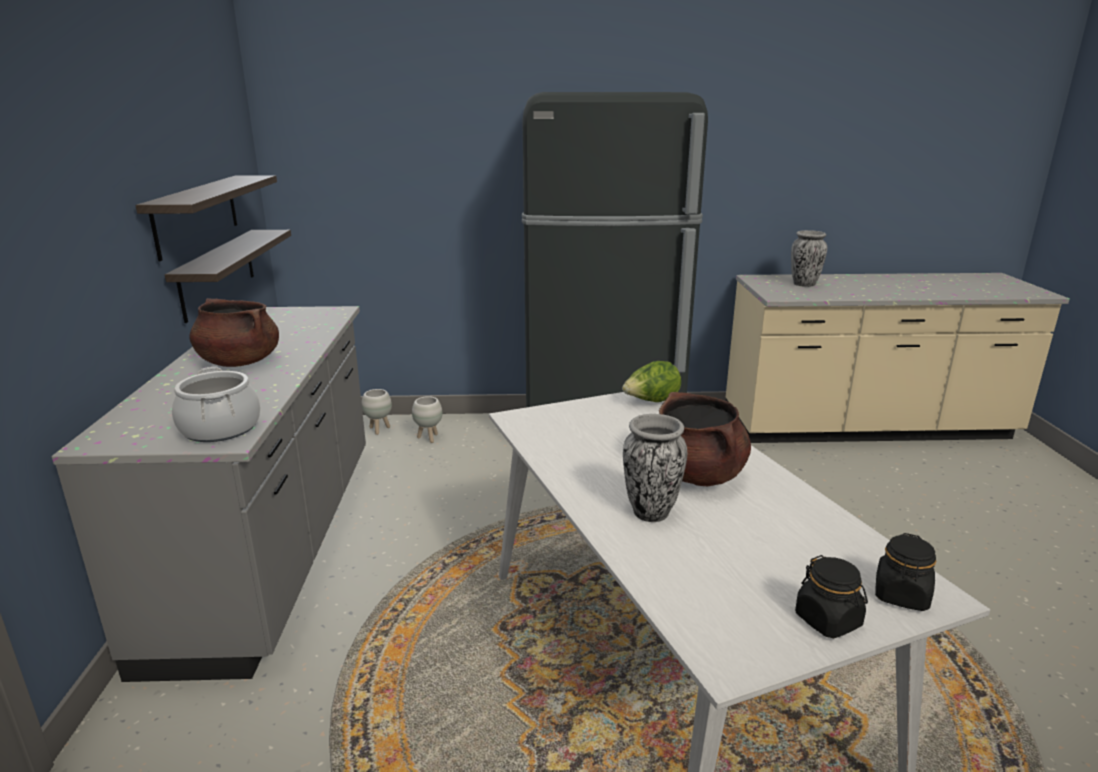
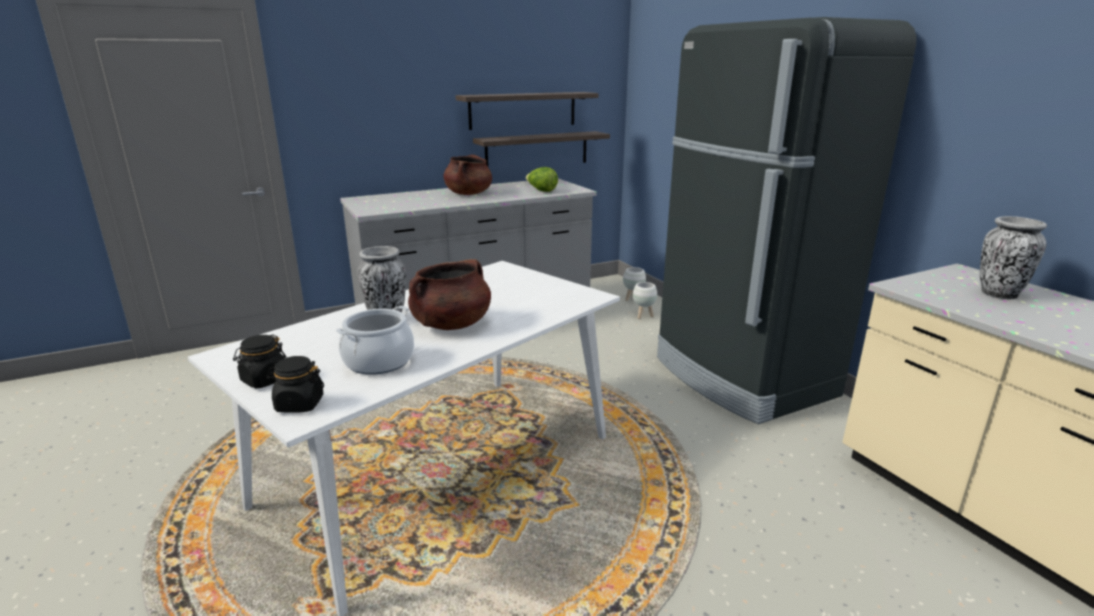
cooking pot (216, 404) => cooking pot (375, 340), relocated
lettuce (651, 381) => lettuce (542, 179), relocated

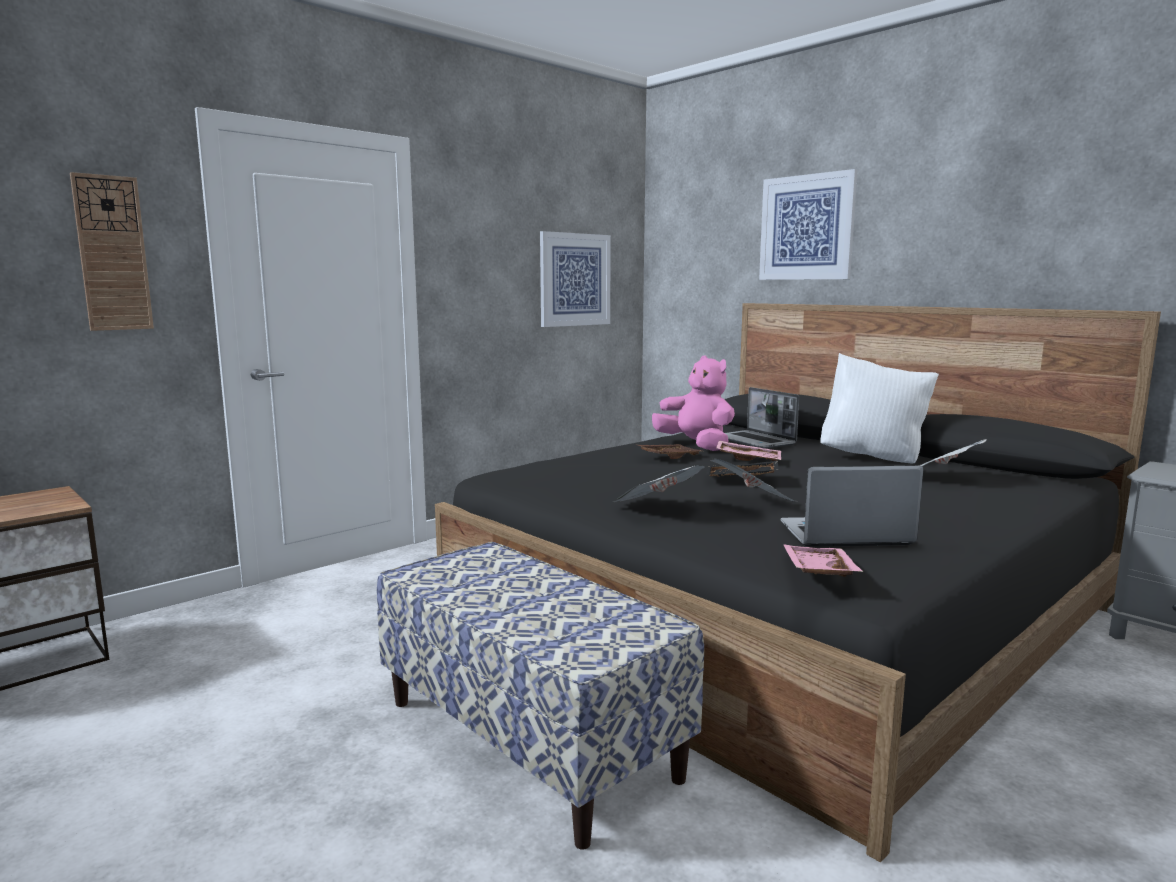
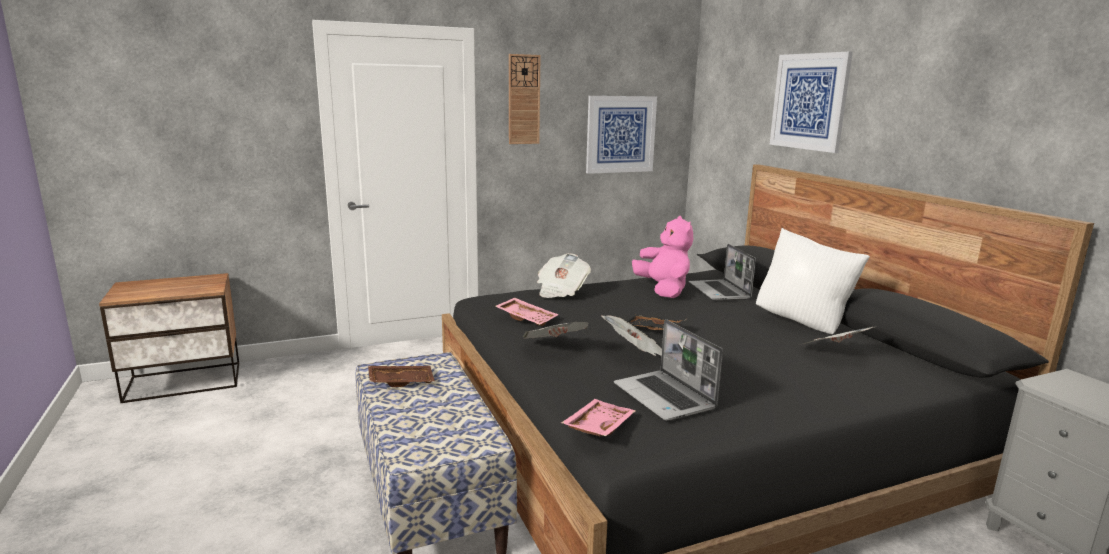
brown tray (670, 451) => brown tray (401, 376), relocated
pink tray (748, 451) => pink tray (527, 312), relocated
wall clock (112, 251) => wall clock (524, 99), relocated
nothing => newspaper (564, 275)
laptop (852, 506) => laptop (668, 369), 135 degrees counterclockwise

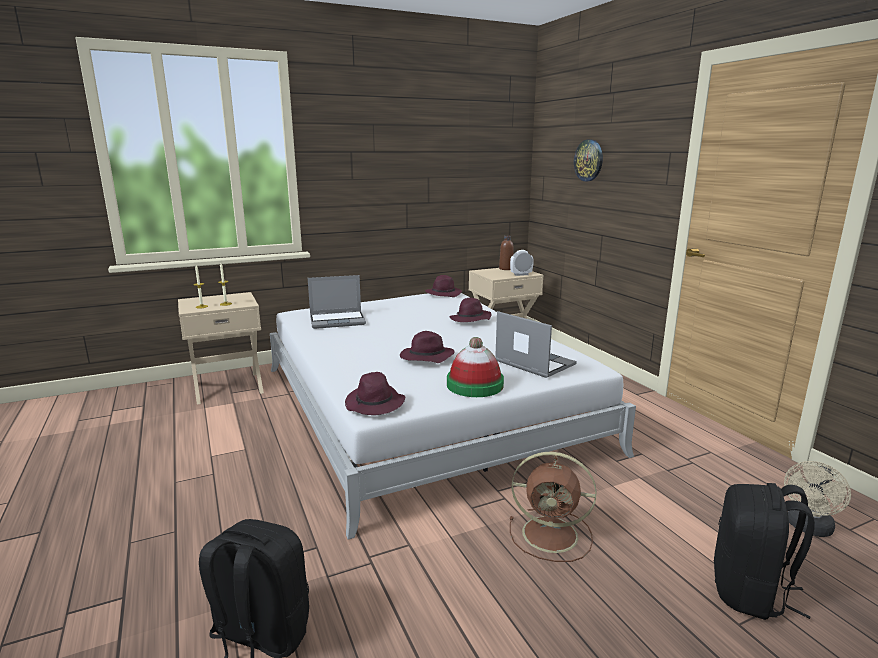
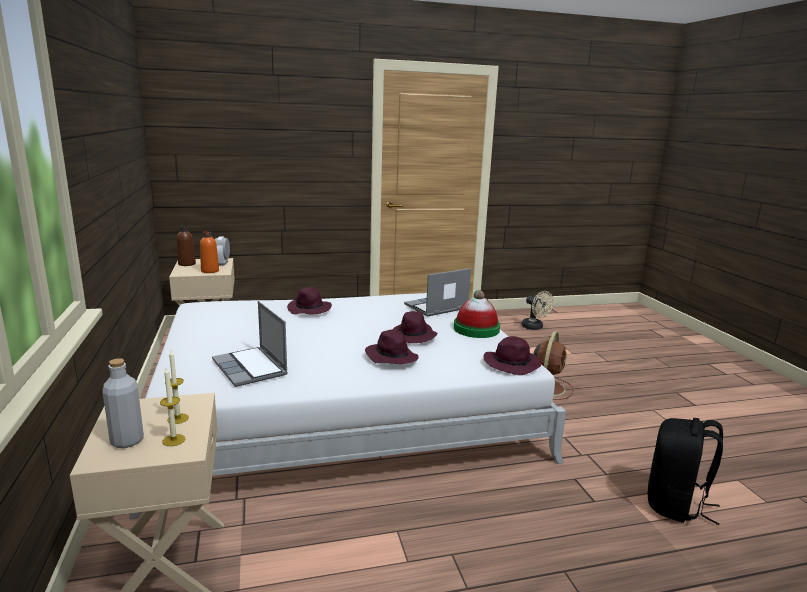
nothing => grey bottle (123, 403)
nothing => orange bottle (209, 252)
laptop (337, 302) => laptop (250, 344), 150 degrees clockwise
purple hat (443, 286) => purple hat (391, 346), relocated
wall clock (588, 160) => nothing
black backpack (764, 551) => nothing

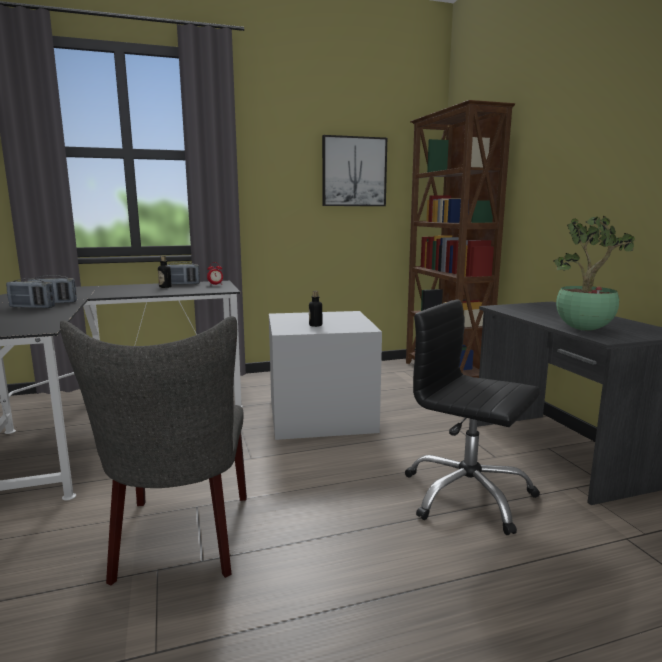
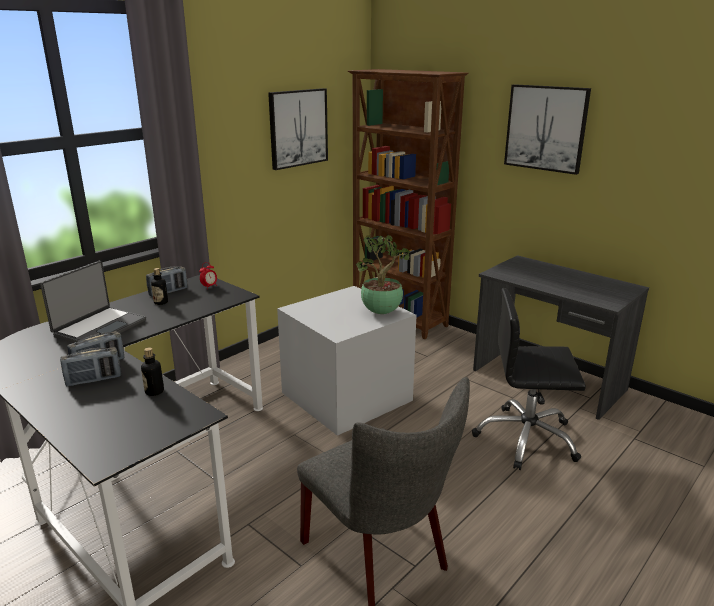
nothing => laptop (93, 302)
bottle (315, 309) => bottle (152, 371), relocated
potted plant (594, 273) => potted plant (383, 274), relocated
nothing => picture (547, 129)

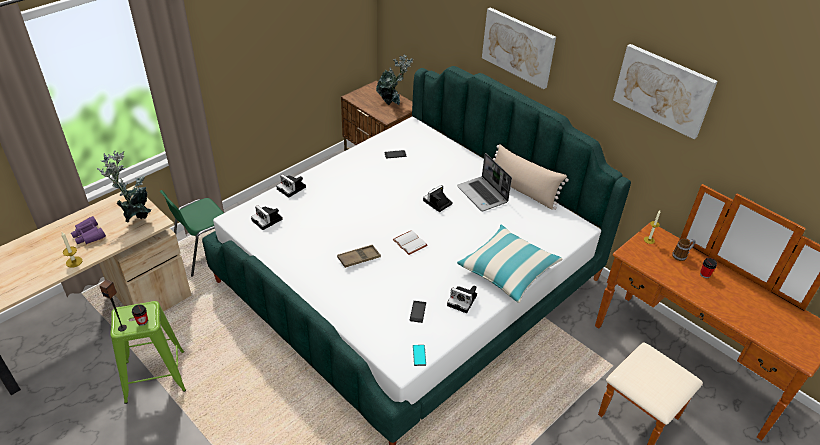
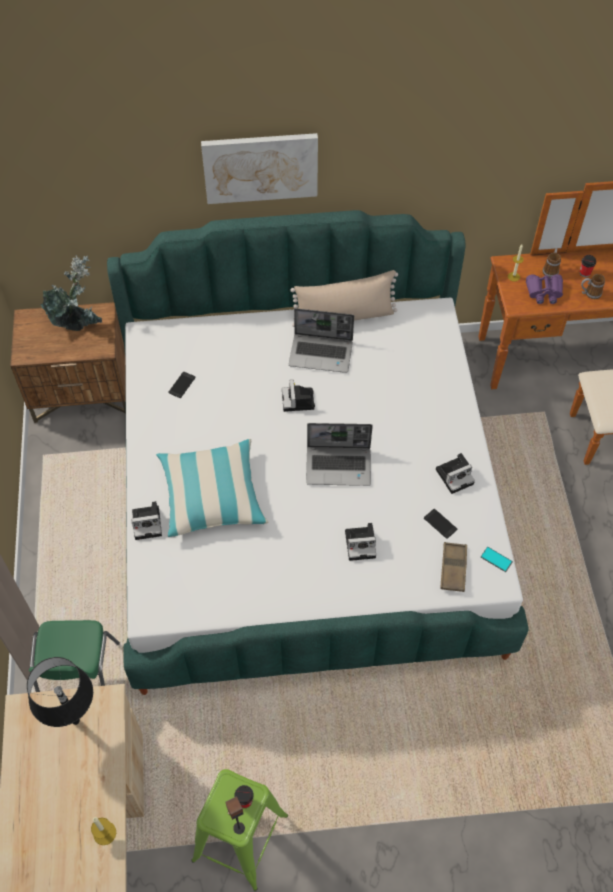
potted plant (124, 186) => black table lamp (60, 692)
pillow (509, 264) => pillow (212, 488), relocated
white book (410, 242) => laptop (339, 454)
photo camera (267, 217) => photo camera (360, 542), relocated
brown tray (359, 256) => brown tray (453, 567), relocated
purple binoculars (88, 230) => purple binoculars (544, 289), relocated
nothing => mug (593, 286)
picture (665, 91) => nothing

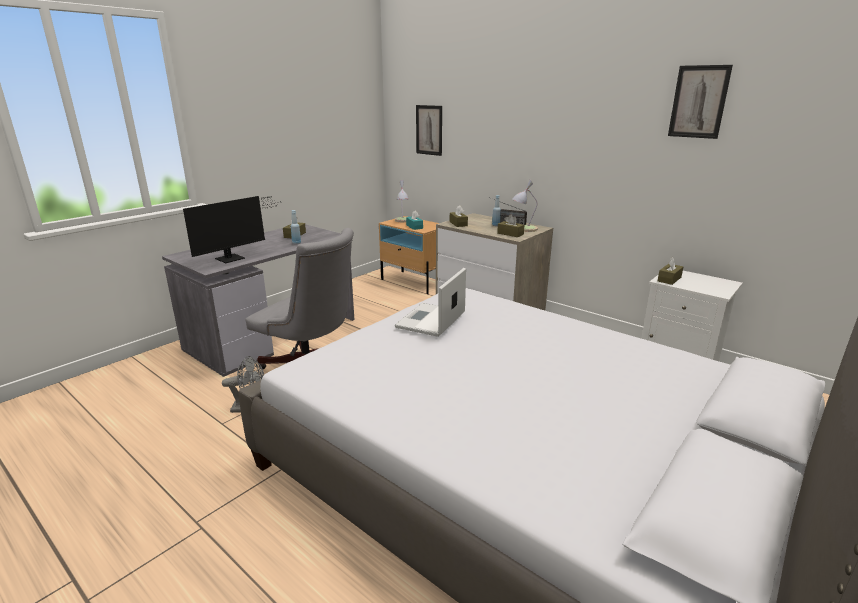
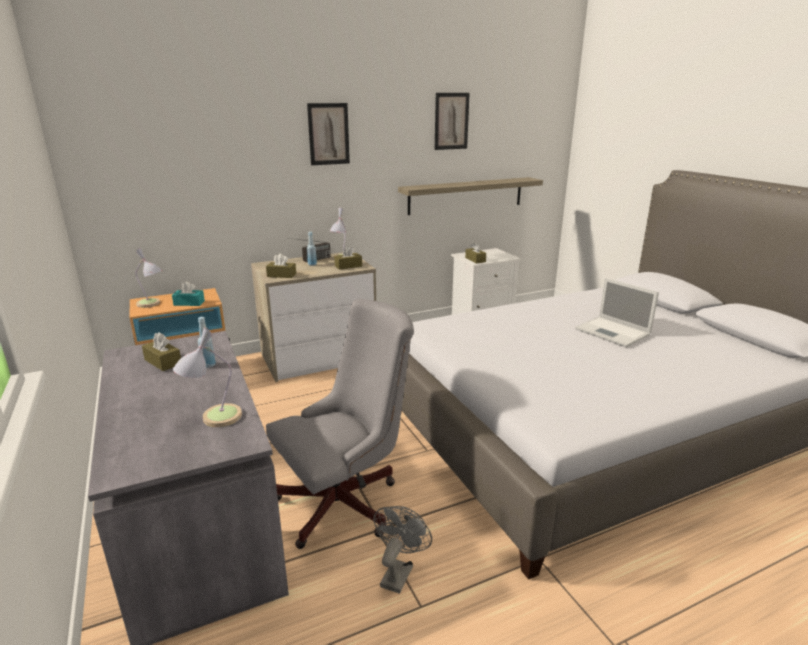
monitor (230, 229) => table lamp (207, 377)
picture (429, 130) => picture (328, 134), relocated
nothing => shelf (470, 196)
laptop (430, 302) => laptop (617, 312), relocated

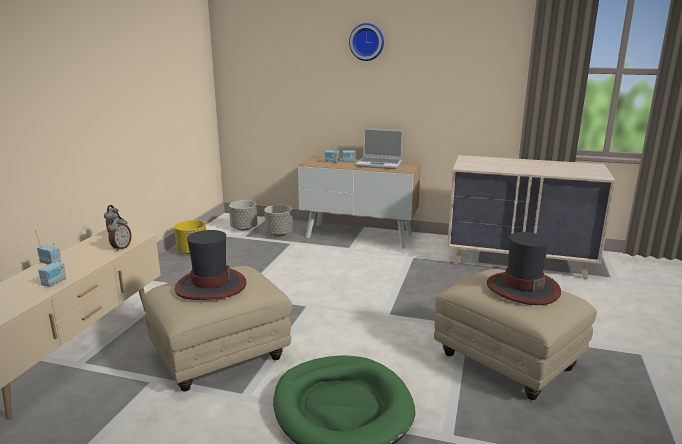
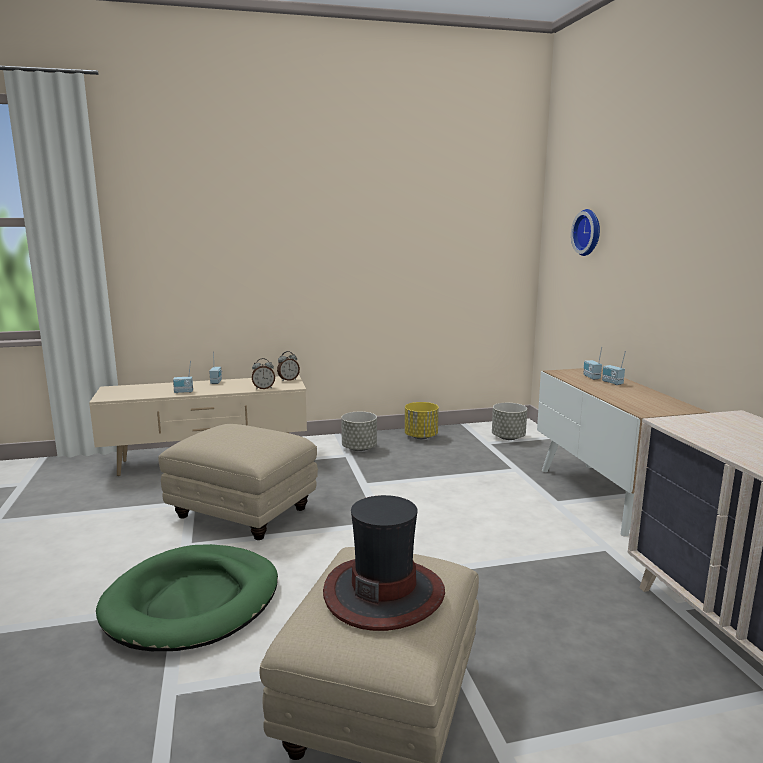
grey planter (278, 220) => grey planter (359, 431), relocated
wall clock (366, 42) => wall clock (585, 232), relocated
hat (211, 265) => nothing
laptop (379, 148) => nothing

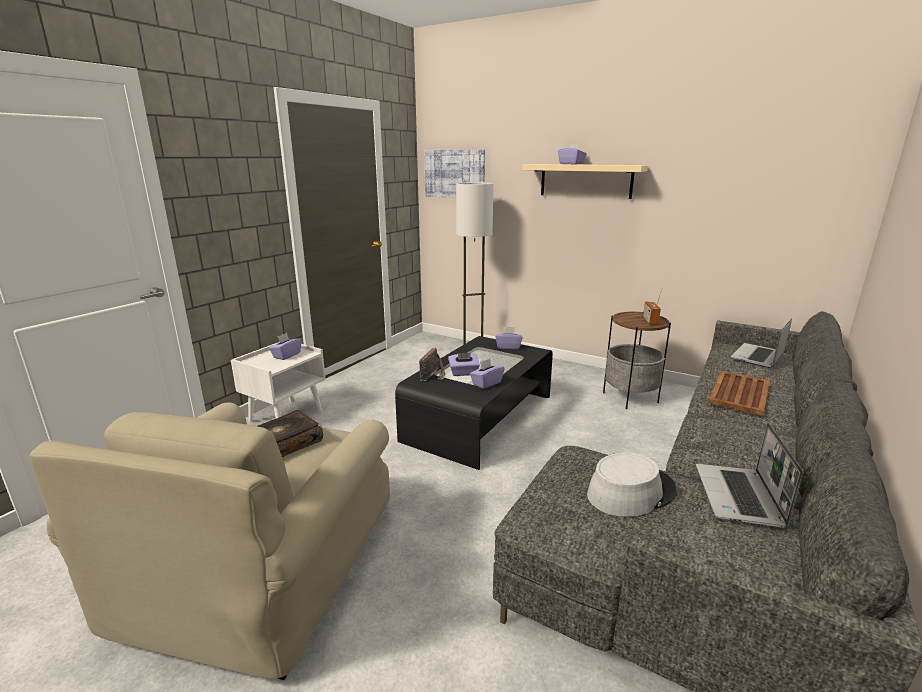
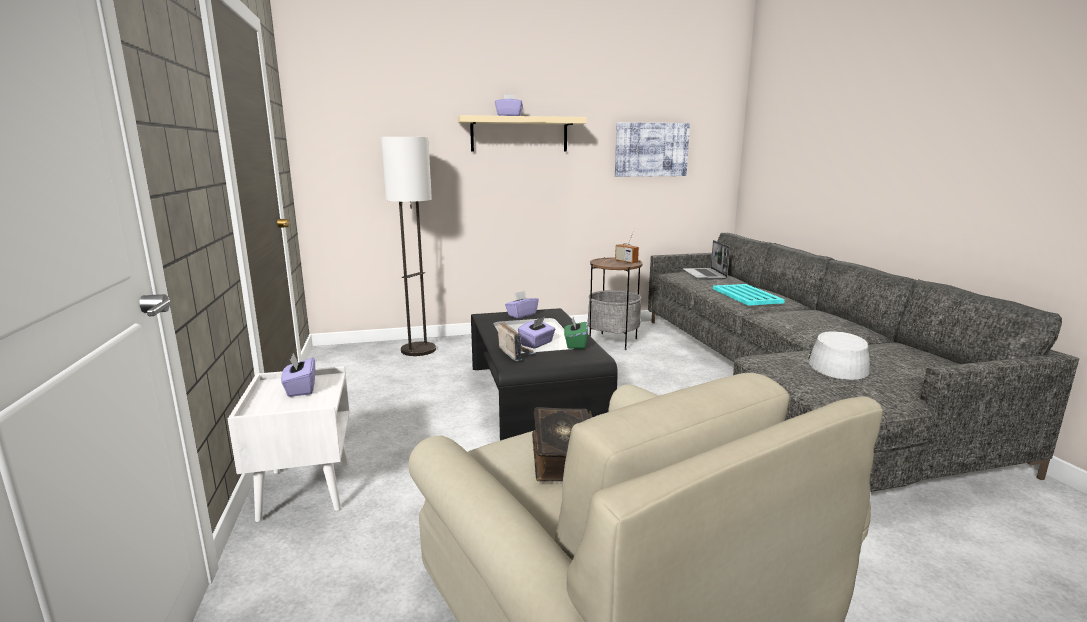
purple tissue box (487, 374) => green tissue box (576, 333)
picture (454, 174) => picture (652, 149), relocated
brown tray (739, 393) => turquoise tray (749, 295)
laptop (749, 475) => nothing

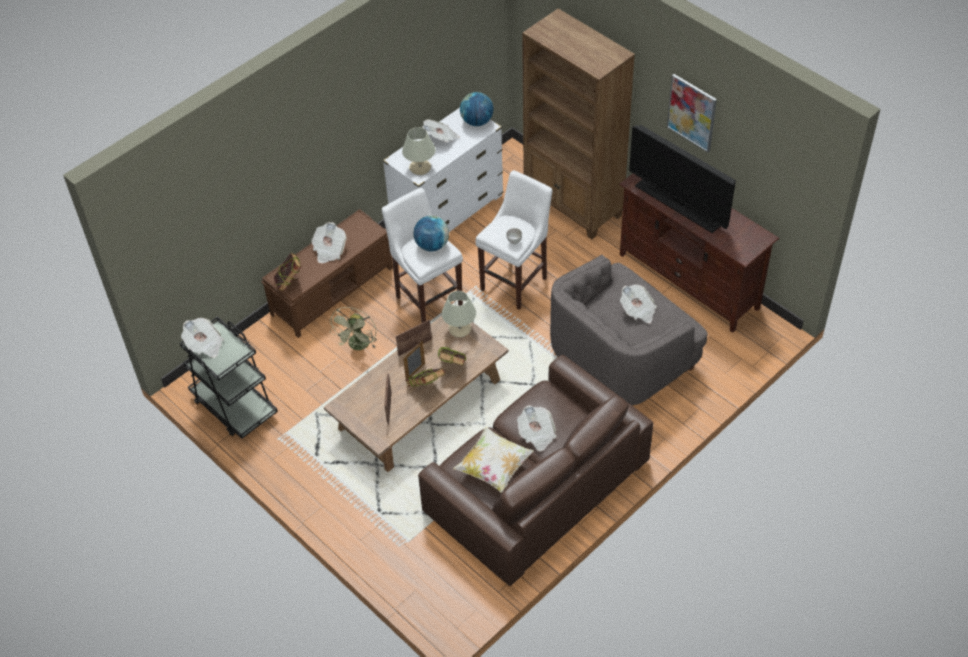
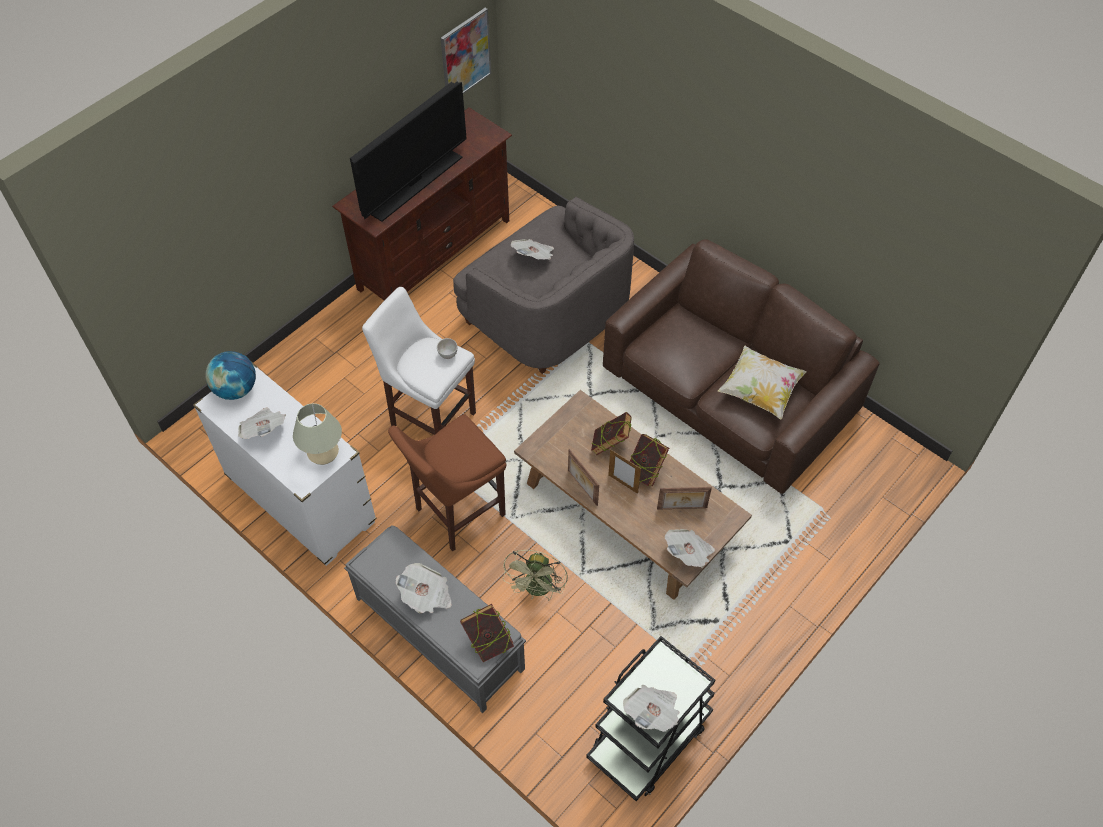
brown bench (327, 273) => grey bench (435, 619)
white stool (422, 255) => brown stool (447, 482)
picture (692, 113) => picture (466, 51), relocated
green fan (353, 328) => green fan (535, 575), 90 degrees clockwise
newspaper (537, 428) => newspaper (690, 548), relocated
globe (431, 233) => nothing
beige table lamp (459, 314) => nothing
brown bookcase (578, 123) => nothing

